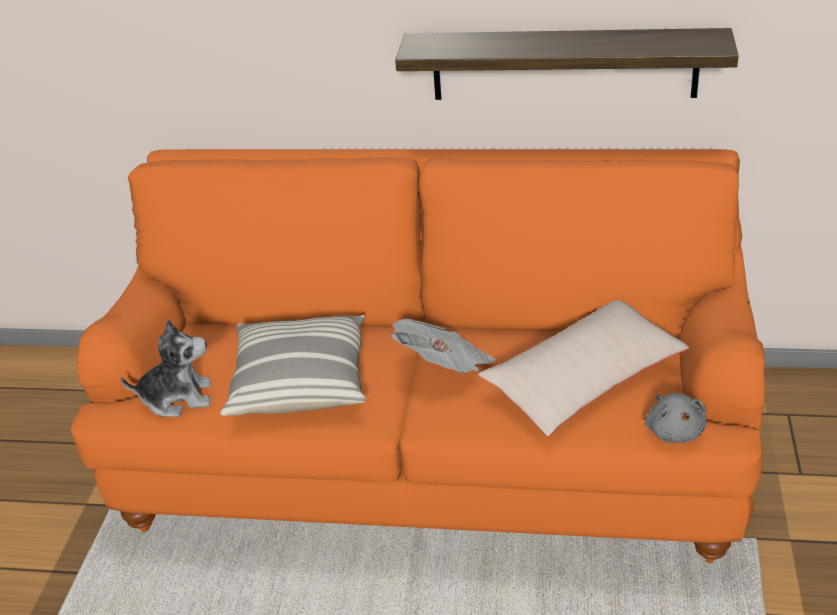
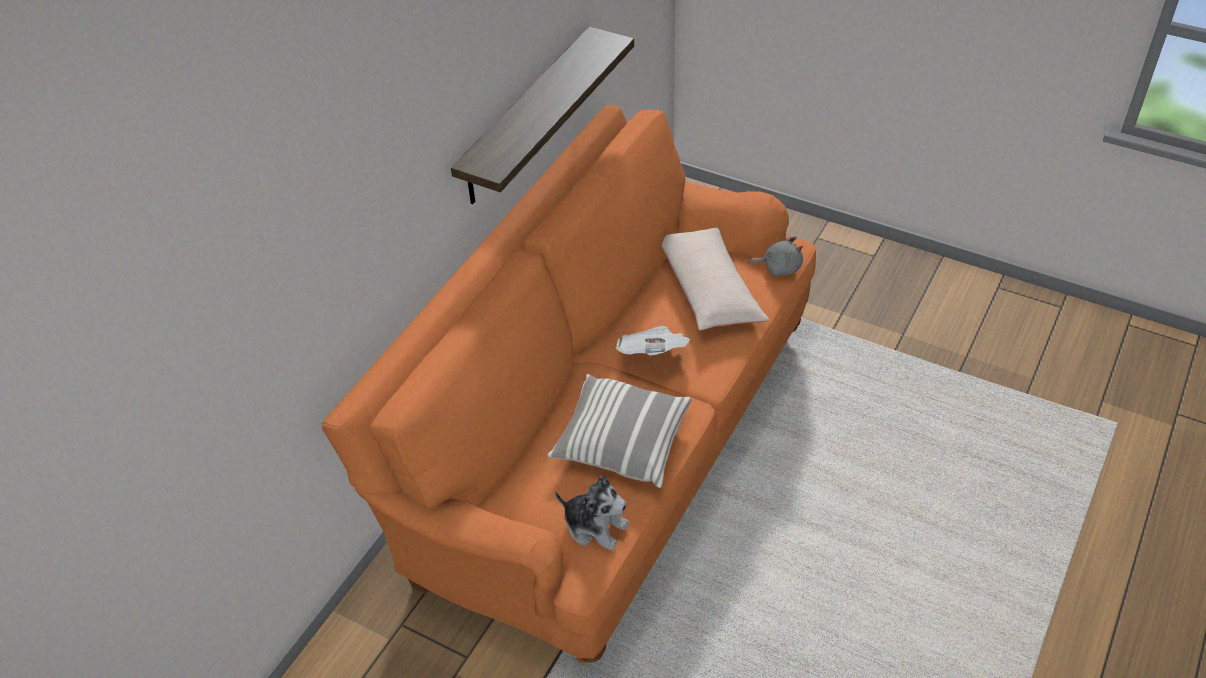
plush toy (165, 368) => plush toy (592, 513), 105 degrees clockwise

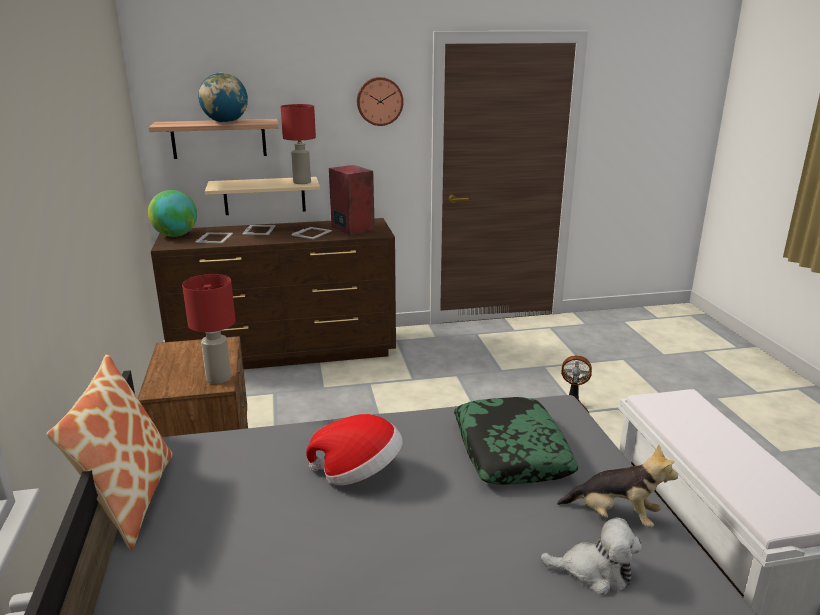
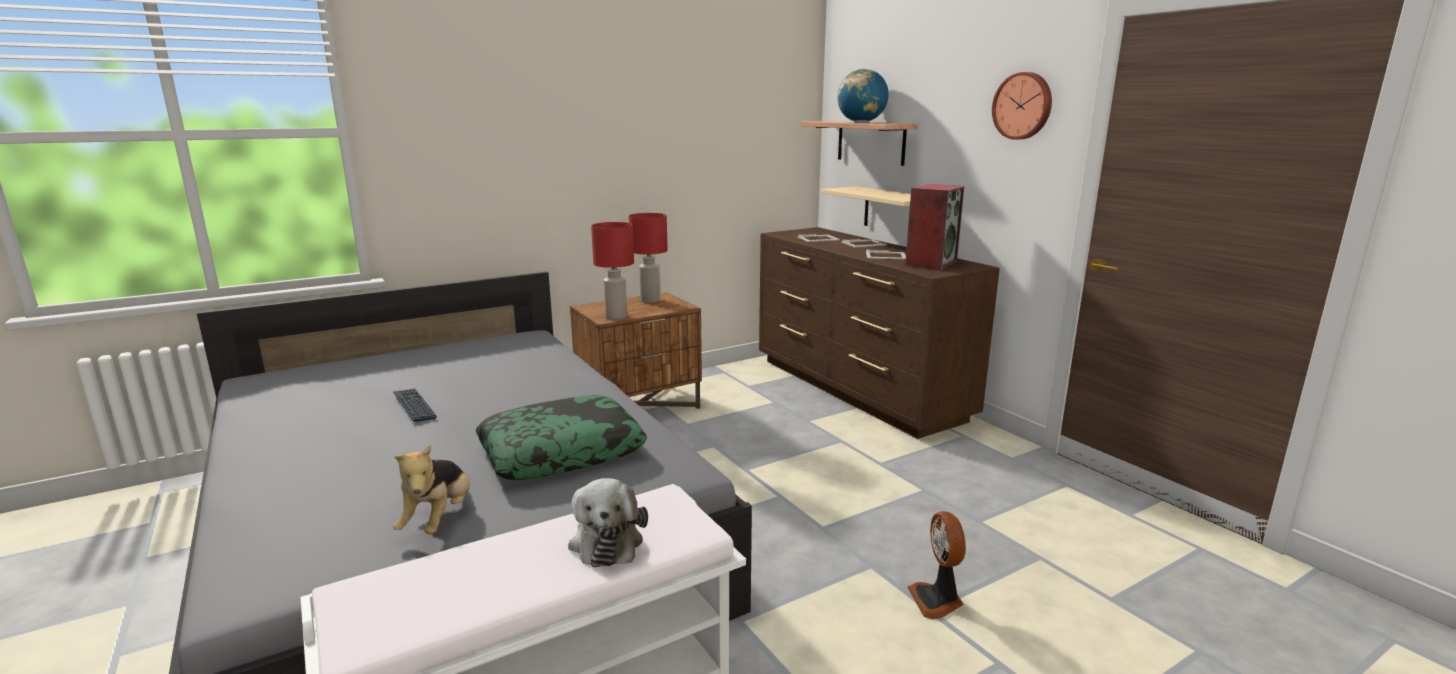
nothing => keyboard (415, 405)
plush toy (591, 556) => plush toy (608, 522), relocated
red table lamp (298, 144) => red table lamp (648, 258), relocated
pillow (109, 451) => nothing
globe (172, 213) => nothing
hat (354, 449) => nothing

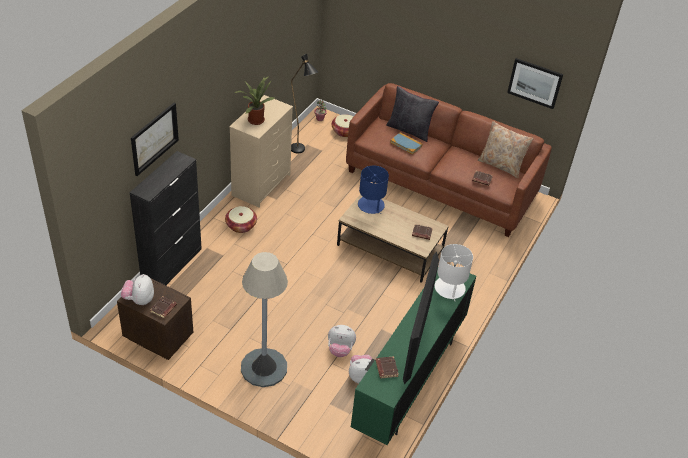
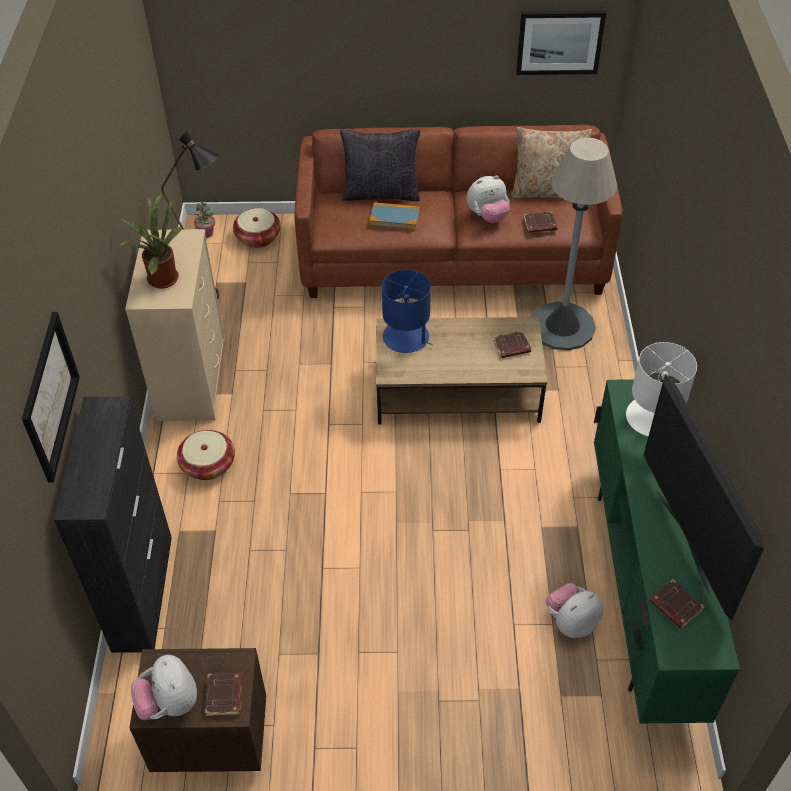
plush toy (342, 341) => plush toy (488, 199), relocated
grey floor lamp (264, 319) => grey floor lamp (574, 244), relocated

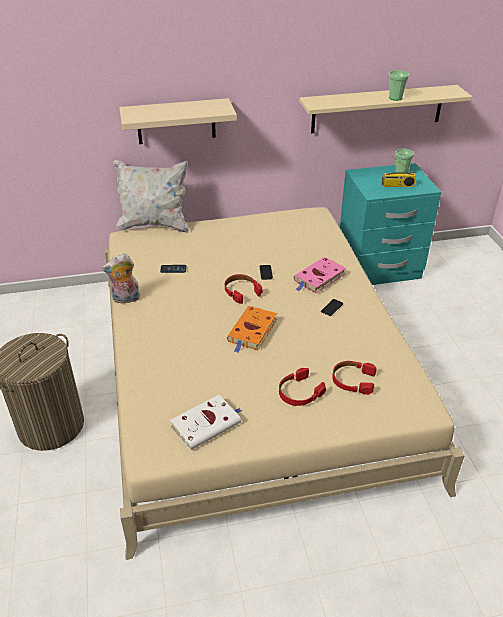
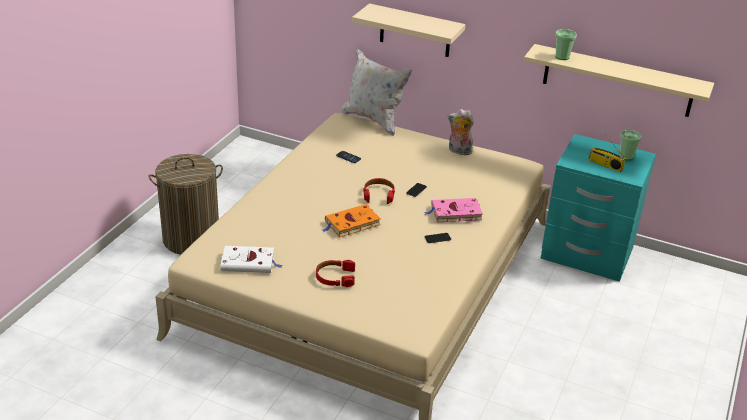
plush toy (121, 278) => plush toy (461, 132), relocated
cup (399, 85) => cup (566, 44), relocated
red headphones (354, 378) => nothing

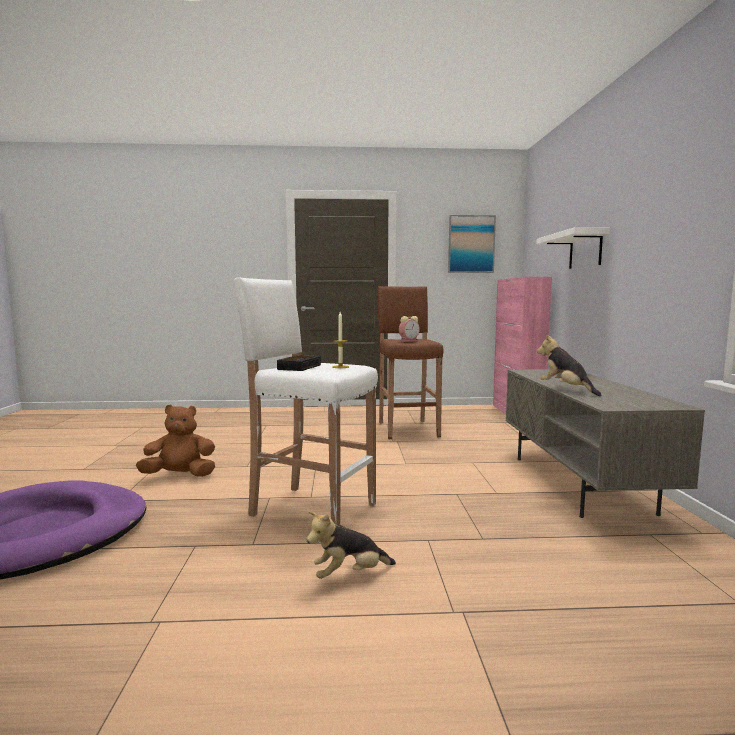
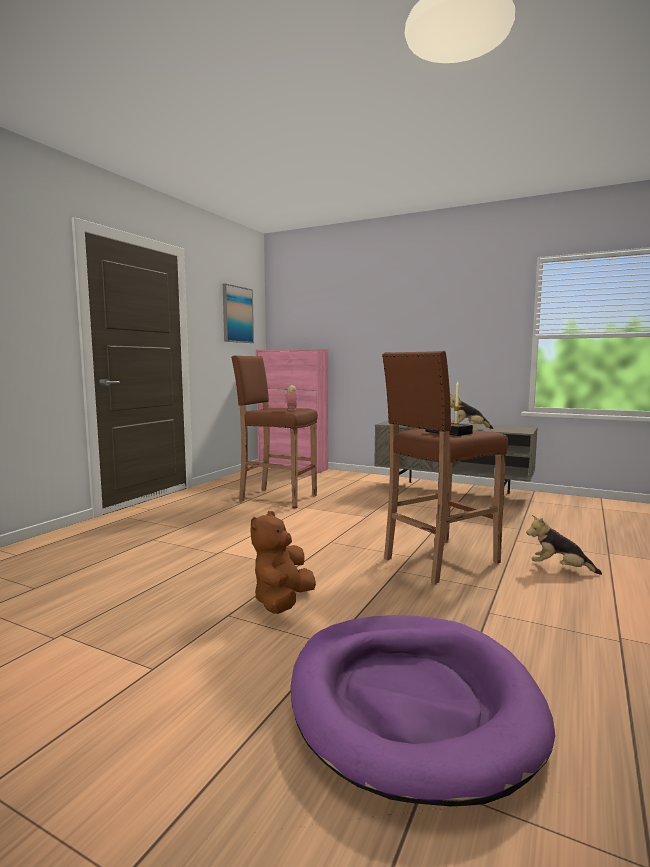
white stool (305, 401) => brown stool (445, 467)
plush toy (351, 545) => plush toy (564, 545), 105 degrees clockwise
white shelf (573, 248) => nothing

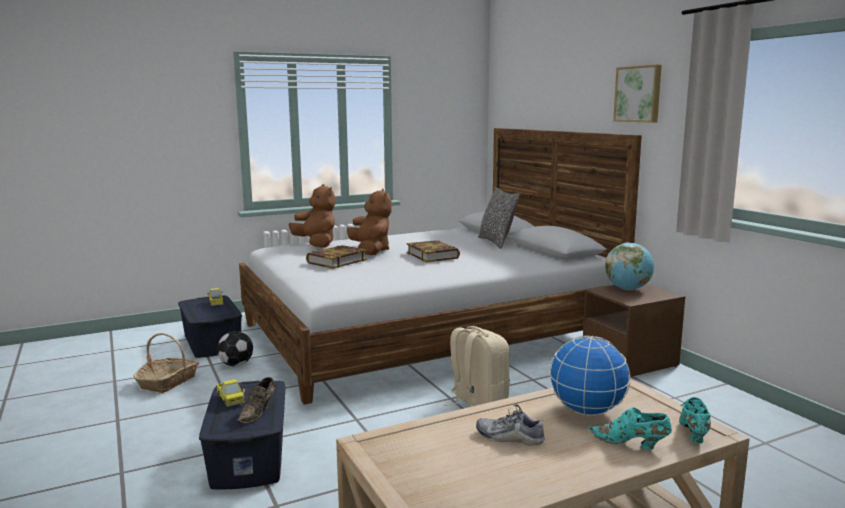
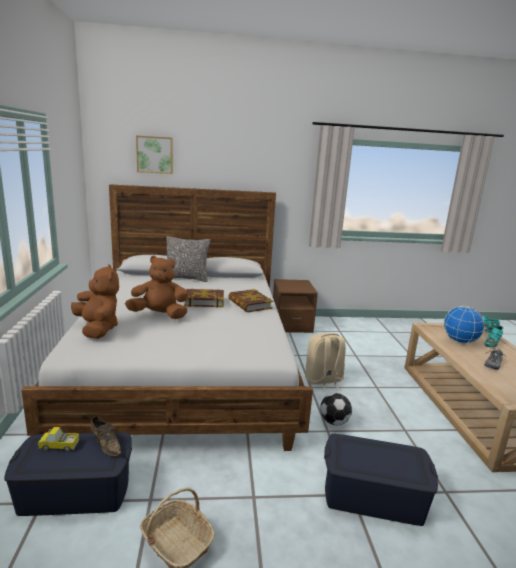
brown plush toy (312, 216) => brown plush toy (95, 301), 75 degrees clockwise
brown shoe (256, 400) => brown shoe (105, 436), relocated
picture (637, 94) => picture (154, 154), relocated
book (337, 257) => book (250, 300), relocated
football (235, 348) => football (336, 409), relocated
toy truck (230, 393) => nothing
globe (629, 266) => nothing

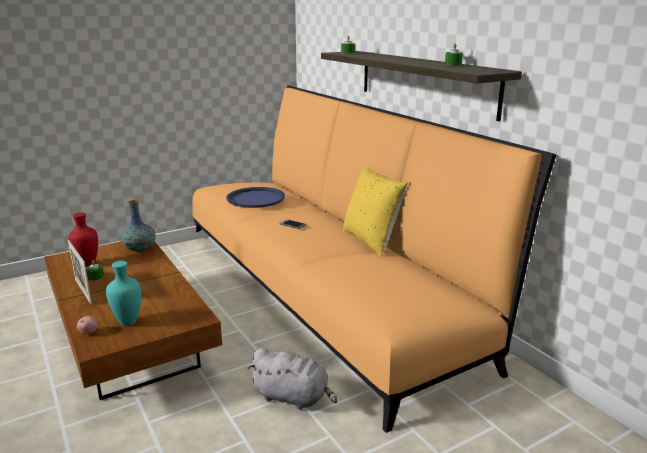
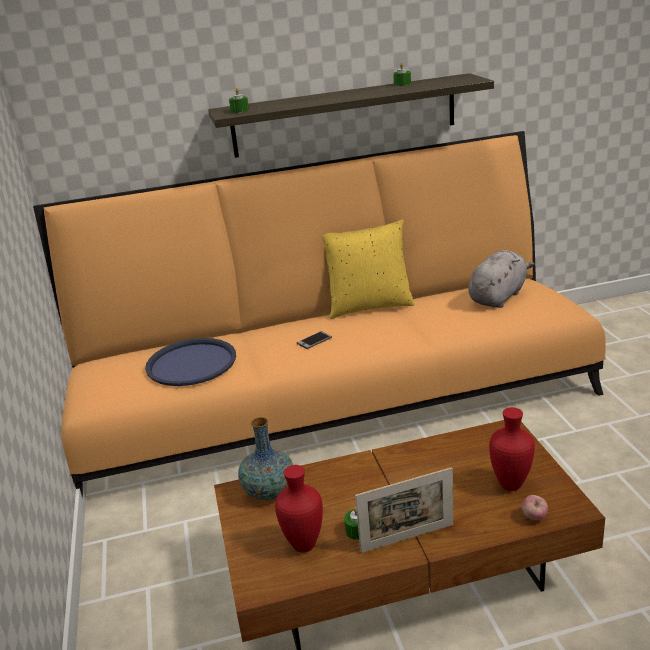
grey plush toy (293, 379) => grey plush toy (501, 279), relocated
turquoise vase (123, 293) => red vase (512, 449)

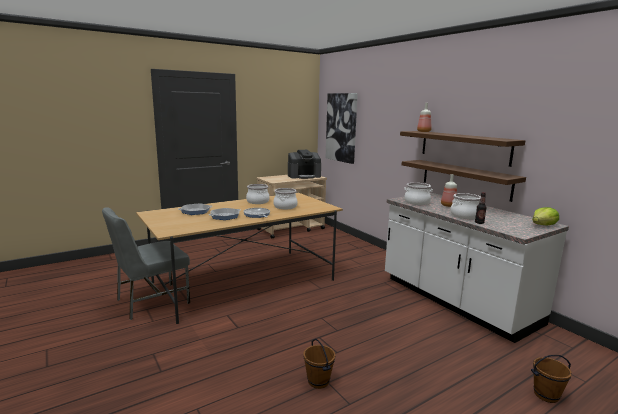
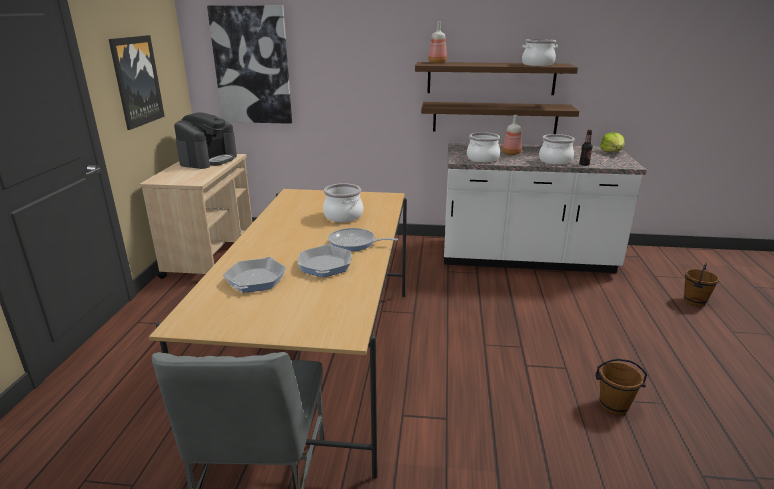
nothing => picture (137, 82)
cooking pot (258, 194) => cooking pot (540, 52), relocated

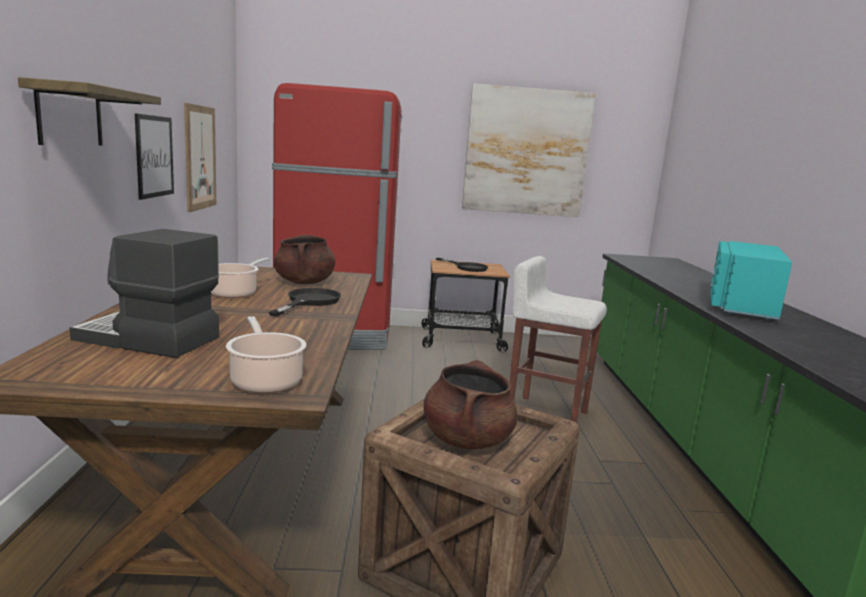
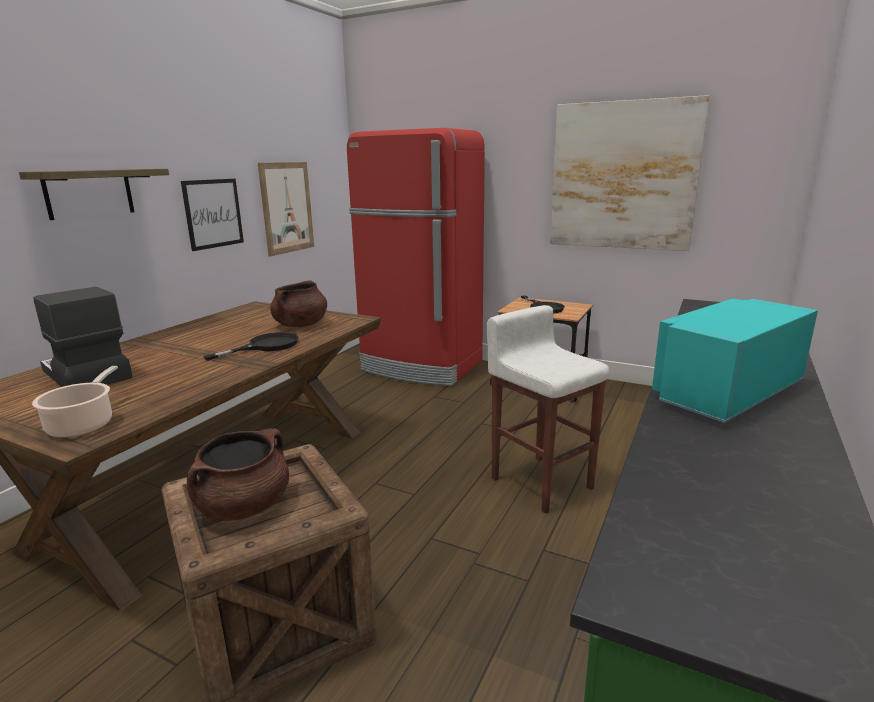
cooking pot (240, 278) => nothing

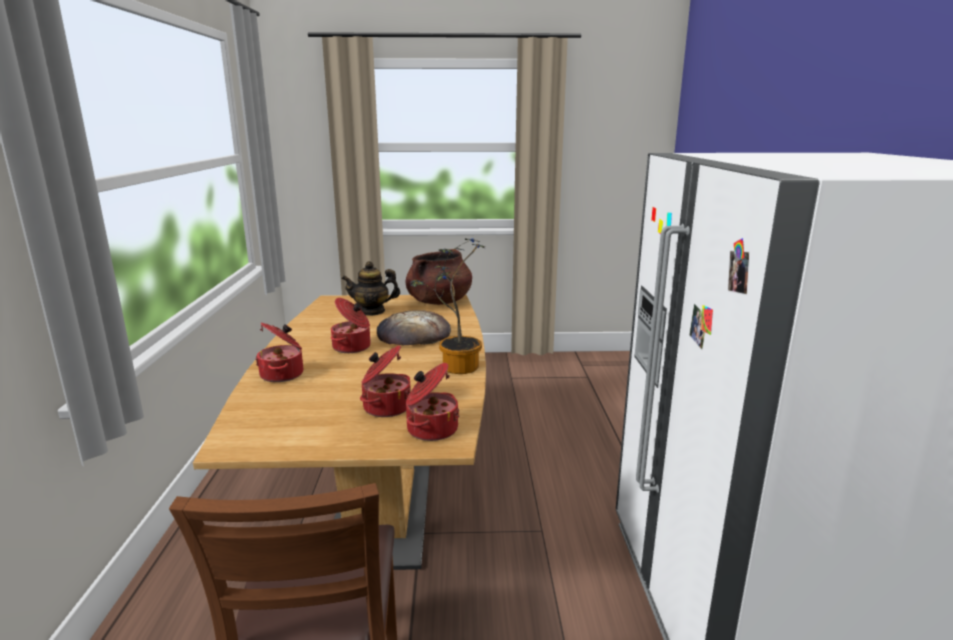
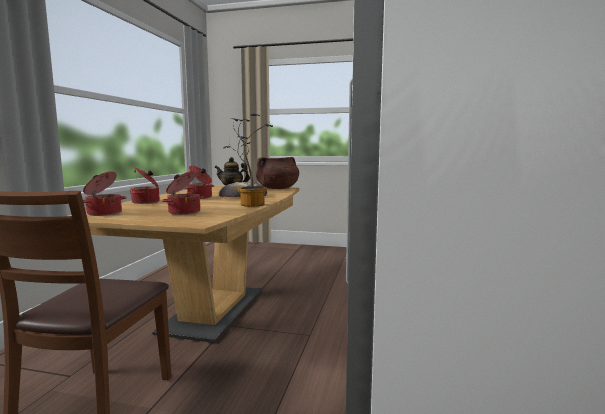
cooking pot (432, 402) => cooking pot (105, 193), relocated

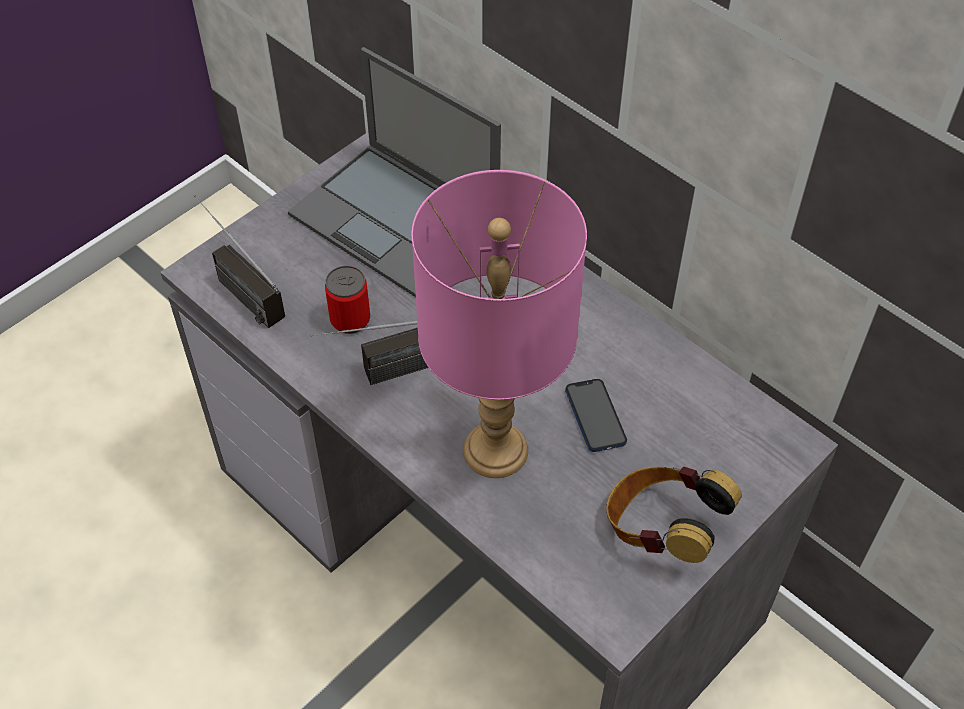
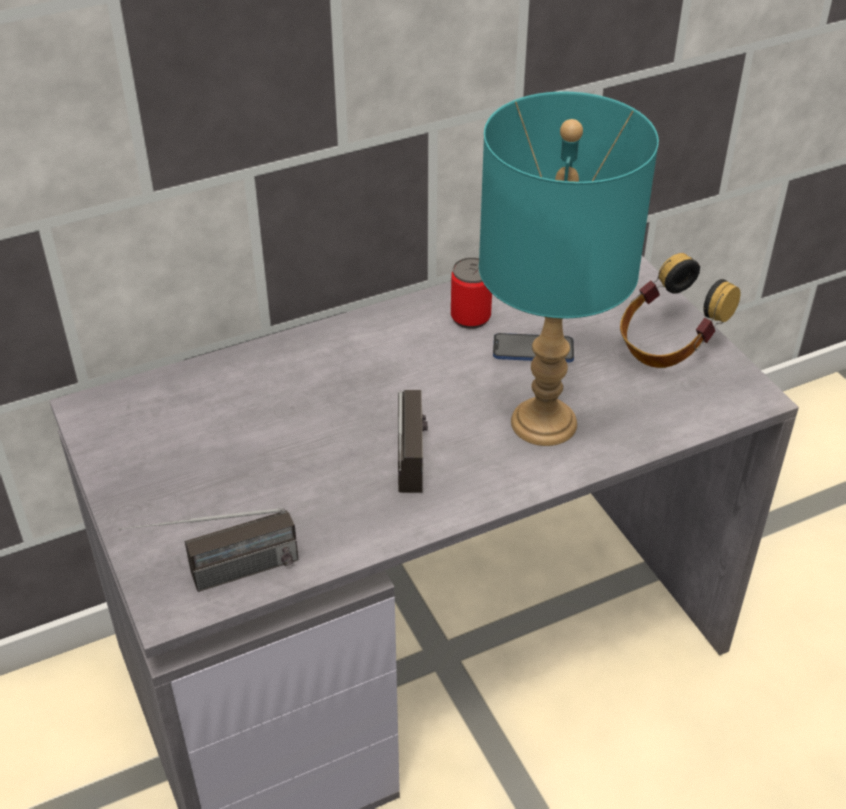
can (347, 300) => can (471, 293), relocated
pink table lamp (499, 324) => turquoise table lamp (569, 269)
laptop (394, 172) => nothing

